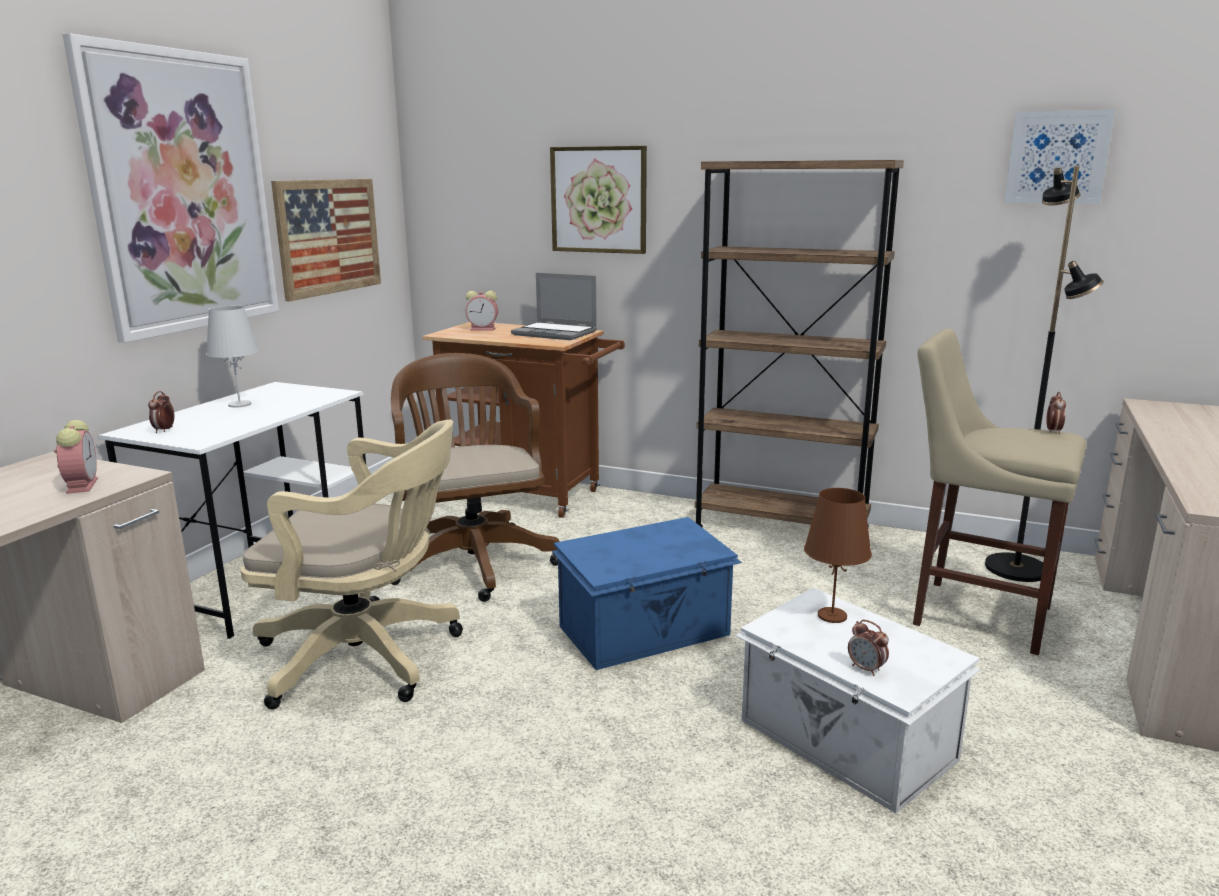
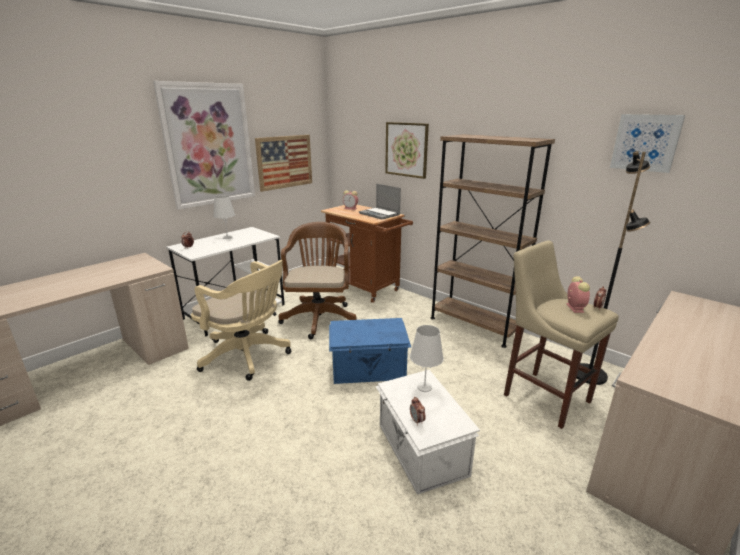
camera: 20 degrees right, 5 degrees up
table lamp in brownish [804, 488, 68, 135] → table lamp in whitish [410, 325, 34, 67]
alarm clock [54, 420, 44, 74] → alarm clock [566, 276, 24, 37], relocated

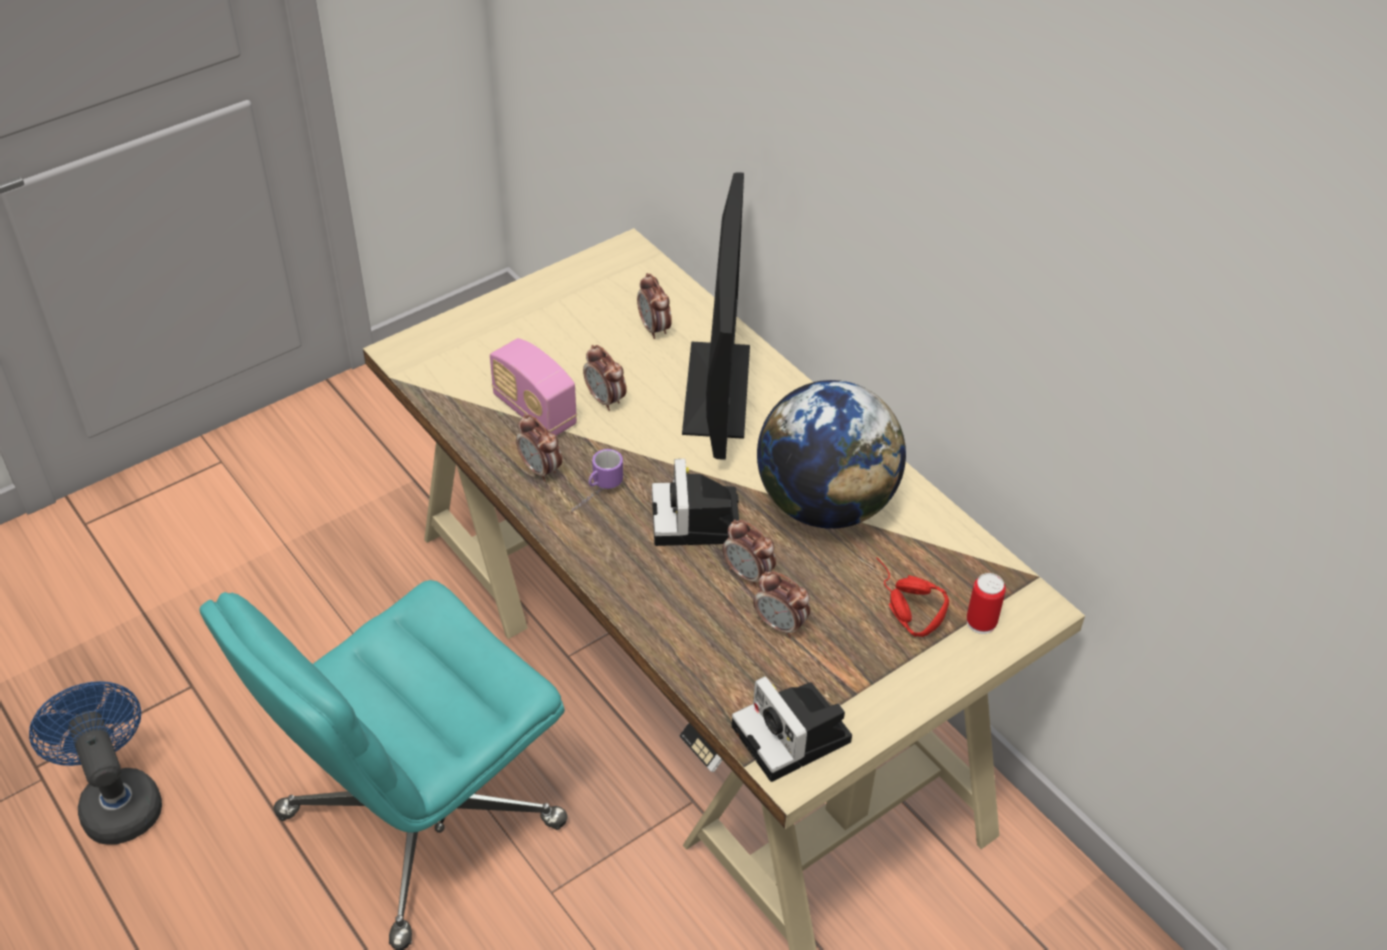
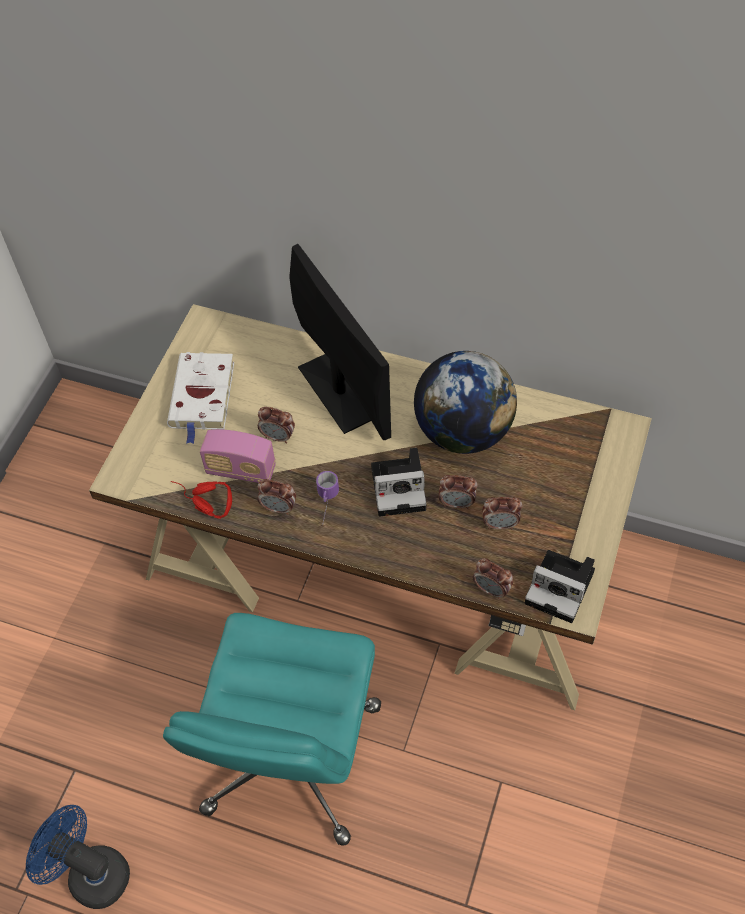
camera: 30 degrees left, 10 degrees up
- → book in whitish [167, 352, 67, 92]
pair of headphones in red-coloured [876, 557, 73, 80] → pair of headphones in red-coloured [171, 481, 61, 38], relocated
photo camera [652, 459, 87, 87] → photo camera [371, 448, 56, 69], 60 degrees counterclockwise
alarm clock [637, 273, 35, 66] → alarm clock [473, 558, 40, 41], relocated
metal can [966, 573, 40, 61] → -

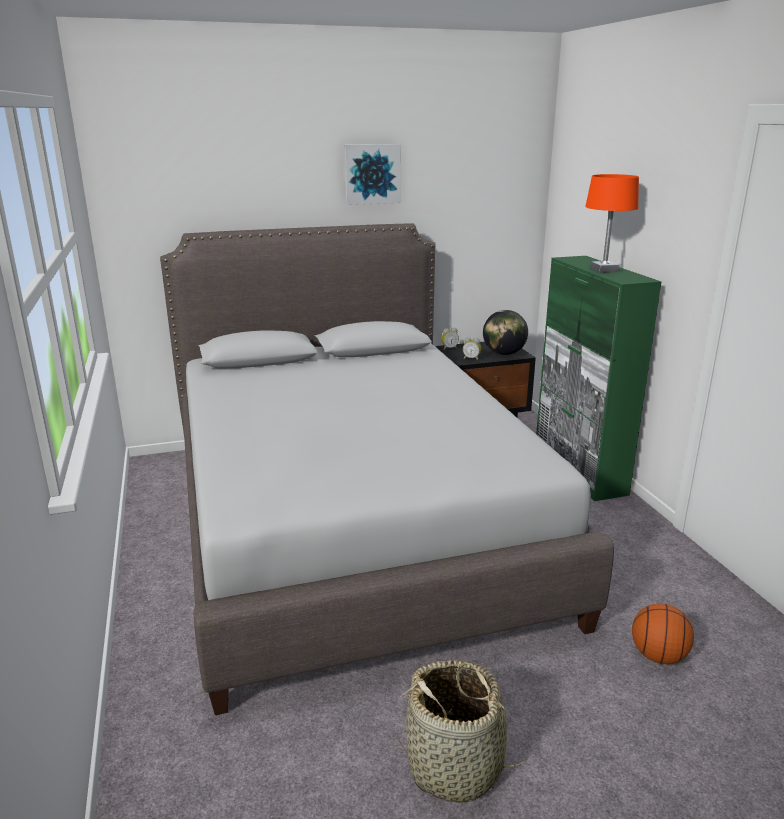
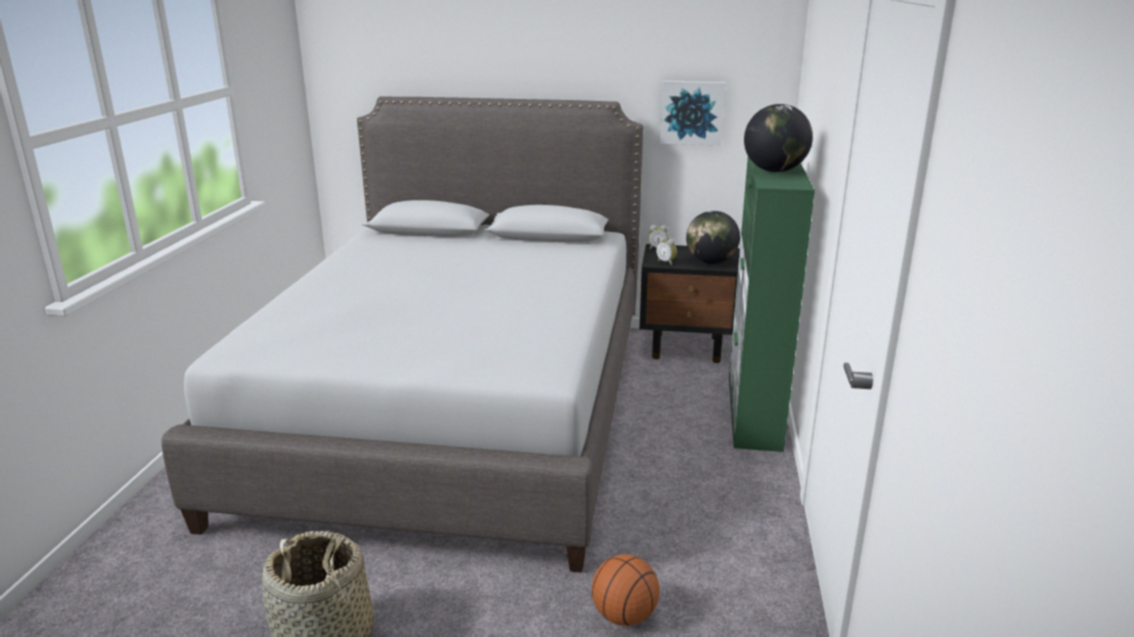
camera: 25 degrees right, 0 degrees up
wall picture [344, 144, 57, 61] → wall picture [660, 81, 66, 64], relocated
table lamp in orange-coloured [585, 174, 54, 99] → world globe [744, 104, 69, 68]

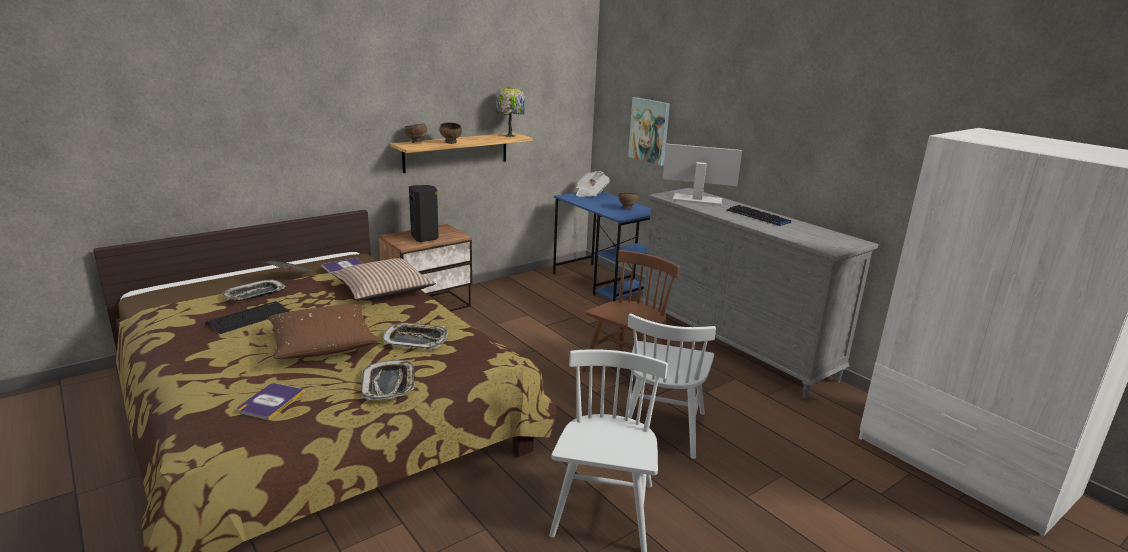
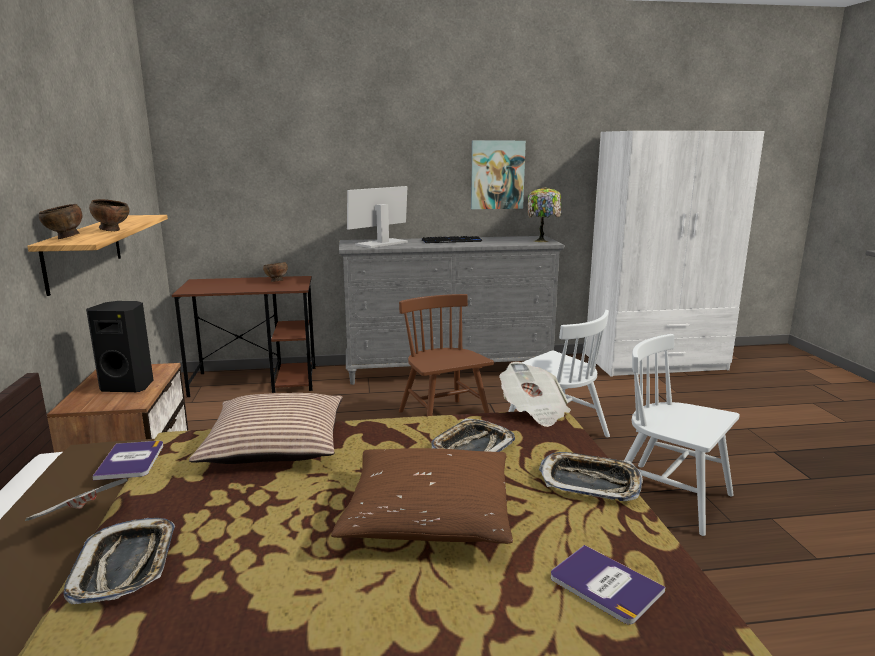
camera: 60 degrees left, 5 degrees down
desk table in blue-coloured [553, 191, 98, 110] → desk table in brownish [172, 276, 143, 121]
wall picture [628, 97, 42, 69] → wall picture [471, 141, 55, 68], relocated
newspaper [576, 171, 34, 26] → newspaper [499, 362, 72, 65], relocated
table lamp [495, 87, 30, 50] → table lamp [528, 187, 33, 55], relocated
keyboard [205, 301, 84, 33] → -

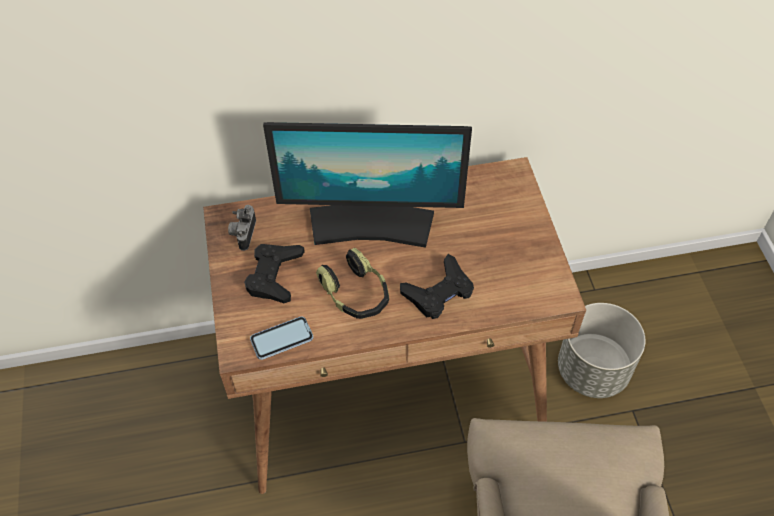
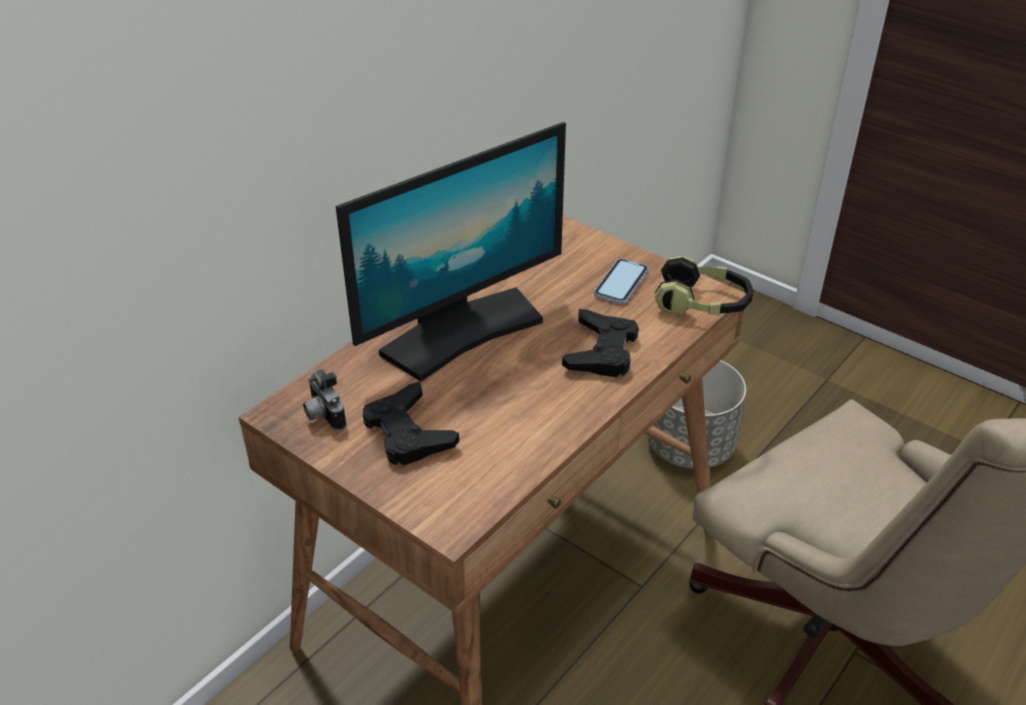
camera: 40 degrees left, 15 degrees down
handset [250, 317, 63, 43] → handset [594, 259, 54, 45], relocated
pair of headphones [316, 248, 73, 71] → pair of headphones [654, 255, 100, 61], relocated

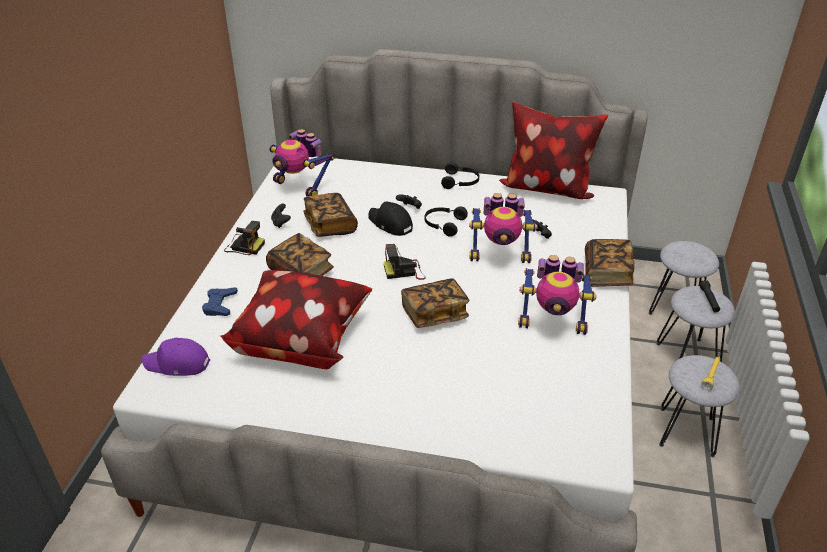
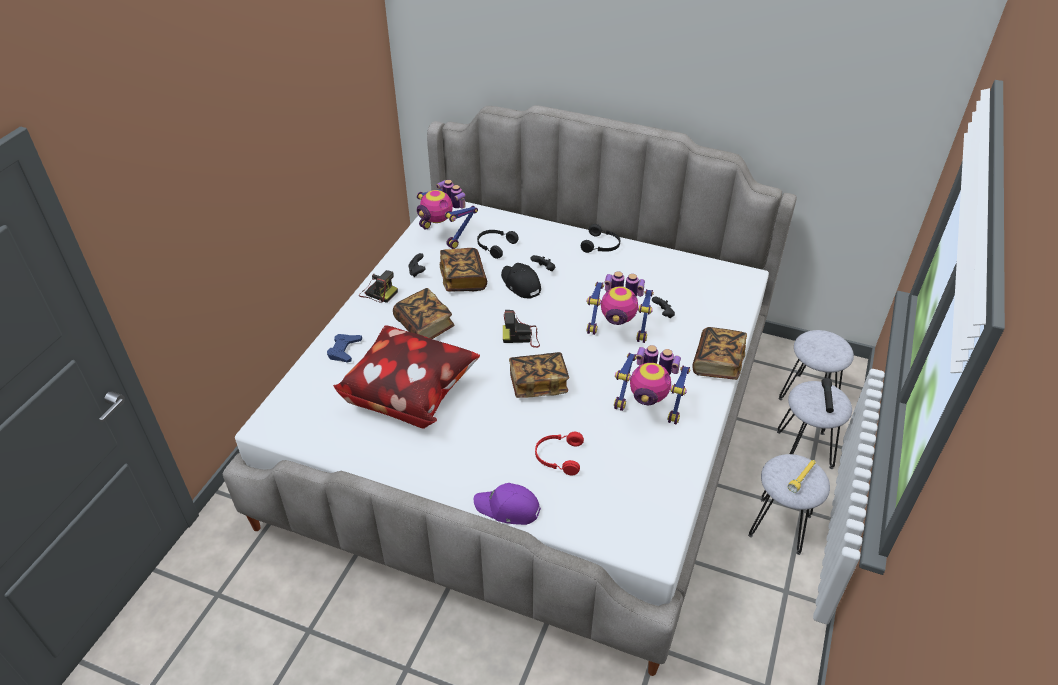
camera: 10 degrees right, 5 degrees up
cap in purplish [142, 338, 68, 38] → cap in purplish [474, 483, 67, 42], relocated
pair of headphones in black [425, 206, 43, 31] → pair of headphones in black [477, 230, 42, 29], relocated
- → pair of headphones in red-coloured [535, 432, 49, 43]
throw pillow [499, 102, 109, 97] → -

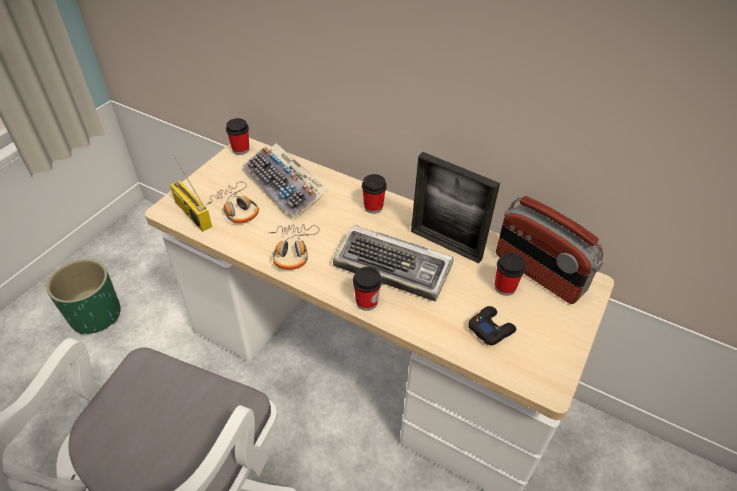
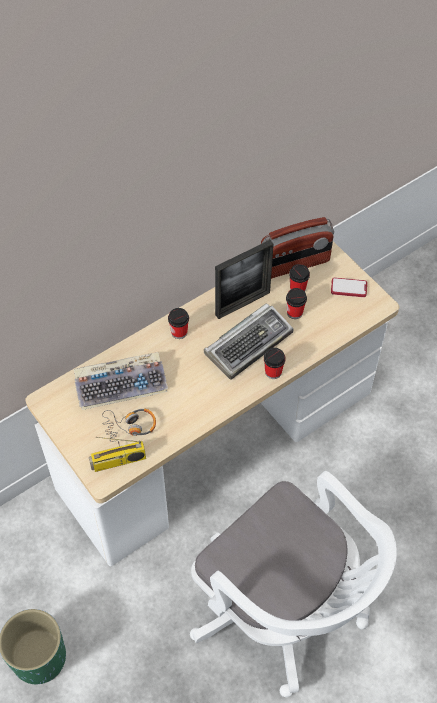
camera: 65 degrees left, 10 degrees up
small cup [226, 118, 23, 37] → small cup [286, 288, 21, 31], relocated
- → handset [331, 277, 36, 20]
pair of headphones [268, 224, 51, 46] → -
game controller in black [468, 306, 48, 39] → -

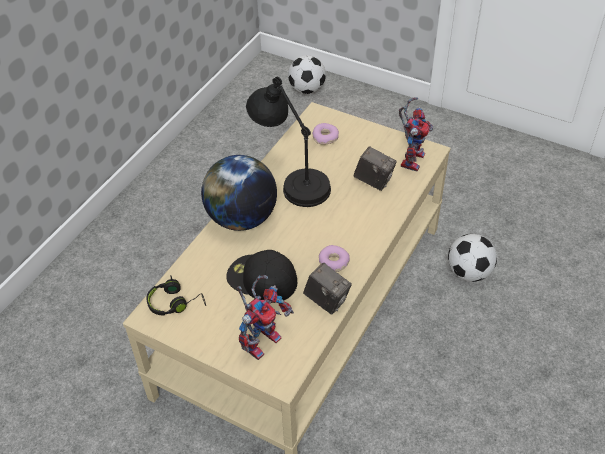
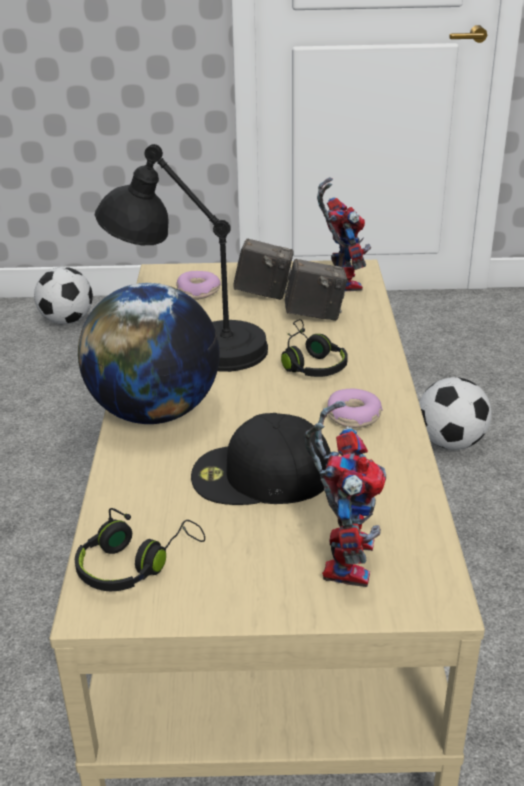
camera: 30 degrees left, 15 degrees down
photo camera [303, 263, 49, 52] → photo camera [233, 238, 61, 62], relocated
- → pair of headphones in black [281, 319, 67, 58]

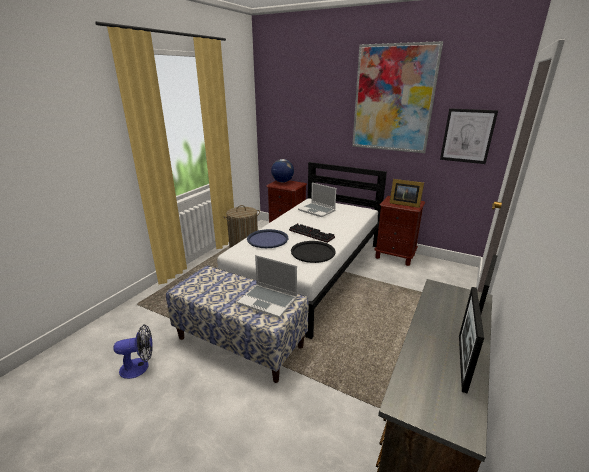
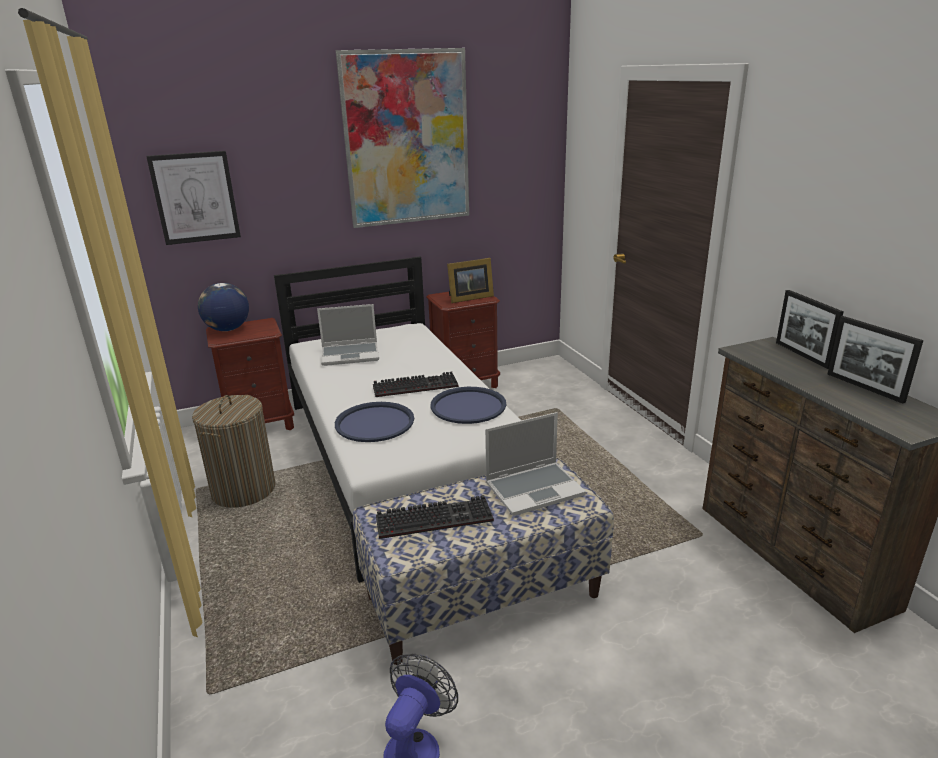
camera: 50 degrees left, 0 degrees up
wall picture [440, 108, 58, 56] → wall picture [146, 151, 95, 94], relocated
- → keyboard [376, 495, 118, 44]
serving tray in black [291, 241, 45, 22] → serving tray in blue-coloured [430, 387, 76, 37]

